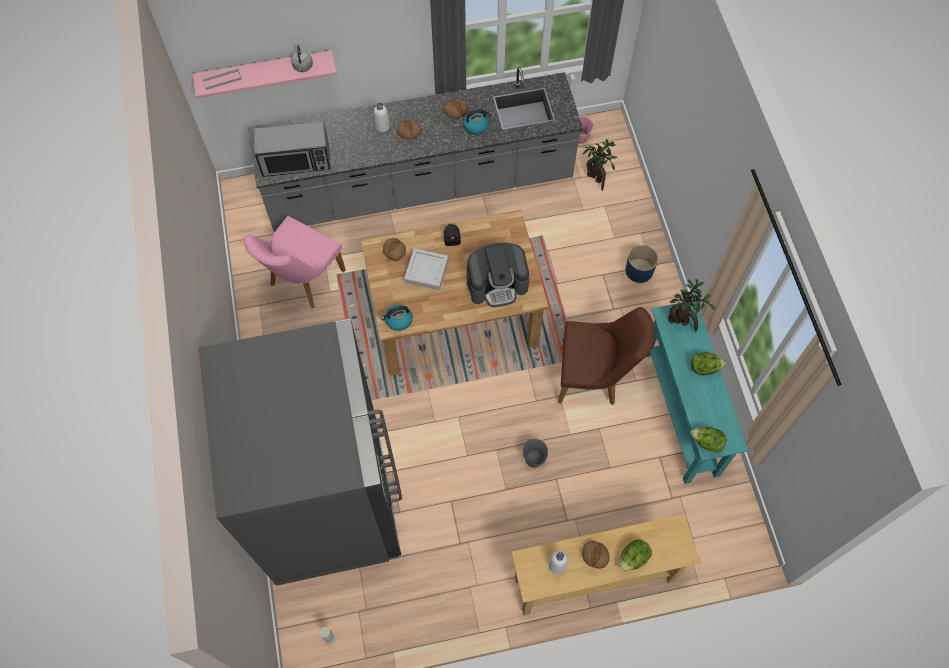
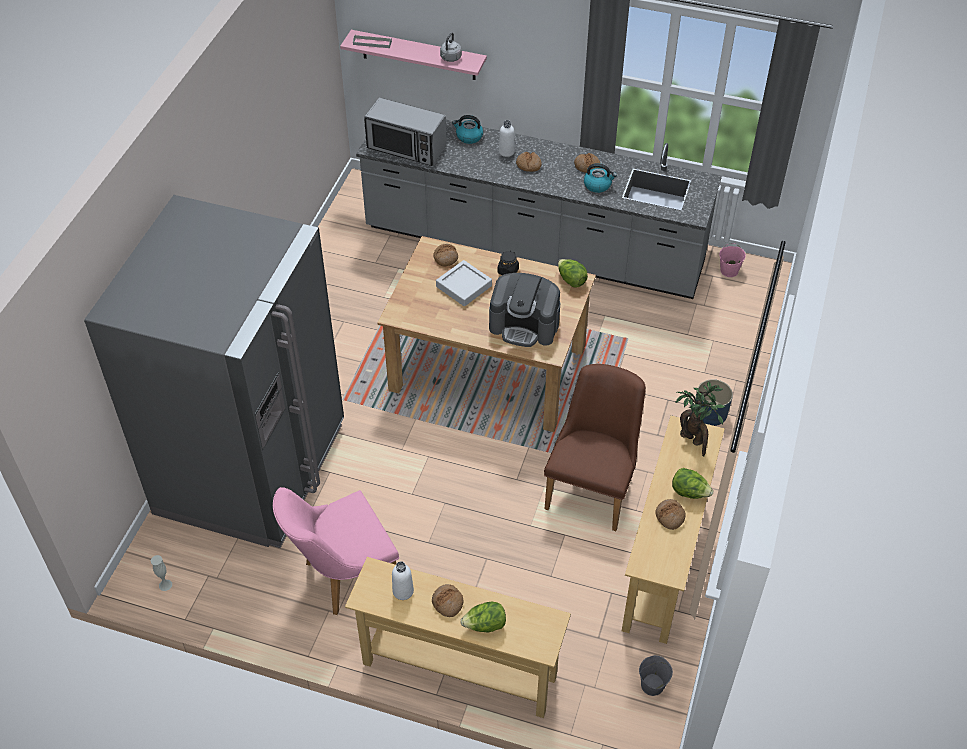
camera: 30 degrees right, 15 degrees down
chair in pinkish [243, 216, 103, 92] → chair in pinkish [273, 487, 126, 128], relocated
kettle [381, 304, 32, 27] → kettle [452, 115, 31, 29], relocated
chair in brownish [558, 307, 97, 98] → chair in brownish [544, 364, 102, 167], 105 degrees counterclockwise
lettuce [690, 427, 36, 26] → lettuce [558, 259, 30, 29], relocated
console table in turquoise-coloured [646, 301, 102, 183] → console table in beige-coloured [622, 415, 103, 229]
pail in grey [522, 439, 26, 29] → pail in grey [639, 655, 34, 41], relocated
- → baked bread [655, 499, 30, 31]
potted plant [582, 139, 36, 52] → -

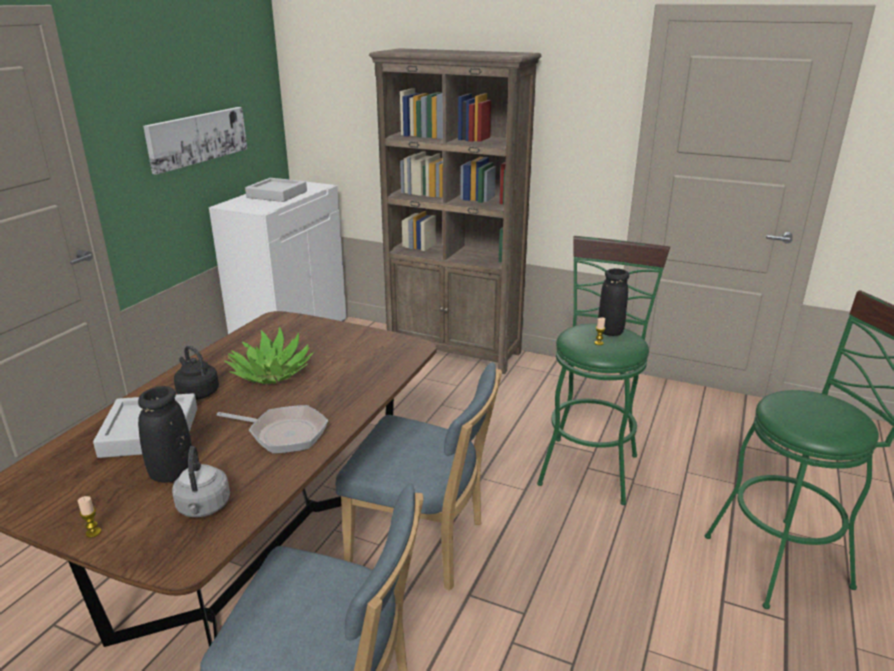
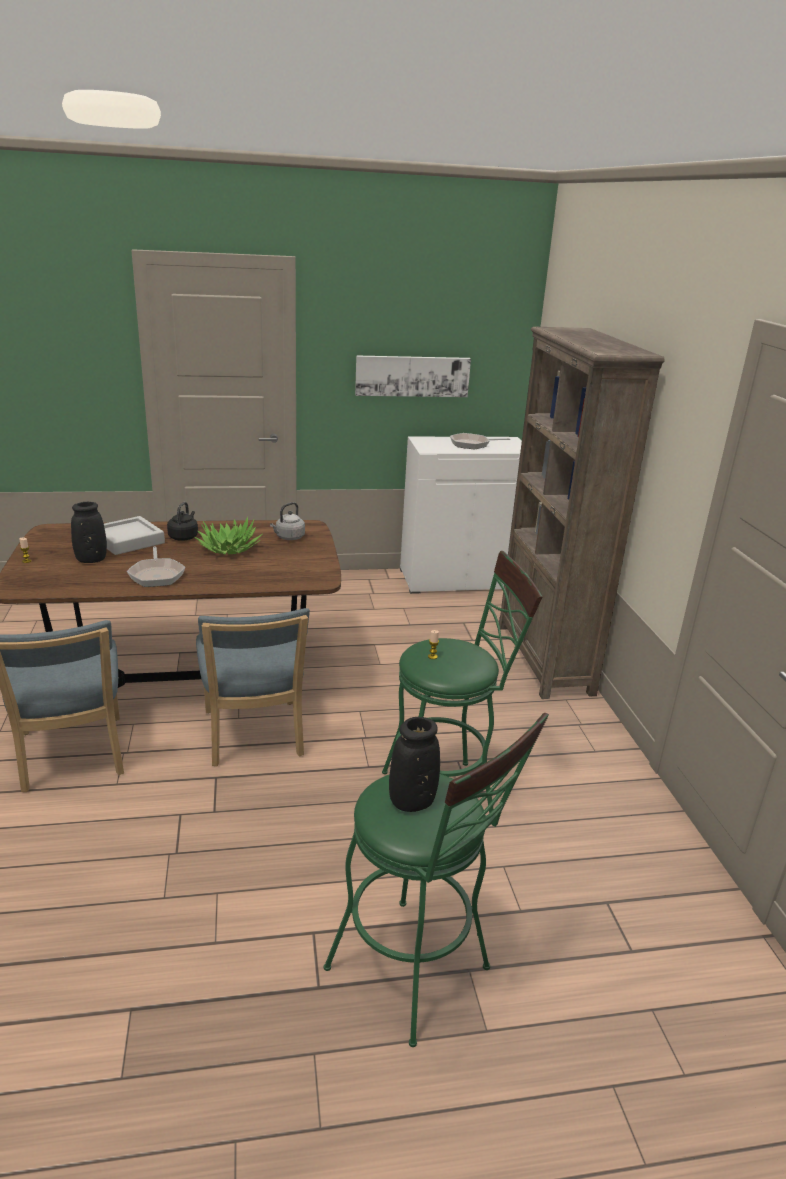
camera: 55 degrees right, 0 degrees up
kettle in grey [172, 446, 58, 71] → kettle in grey [270, 502, 35, 38], relocated
vase in black [598, 268, 31, 68] → vase in black [389, 717, 51, 95], relocated
serving tray in grey [245, 178, 62, 24] → pan [450, 433, 60, 17]

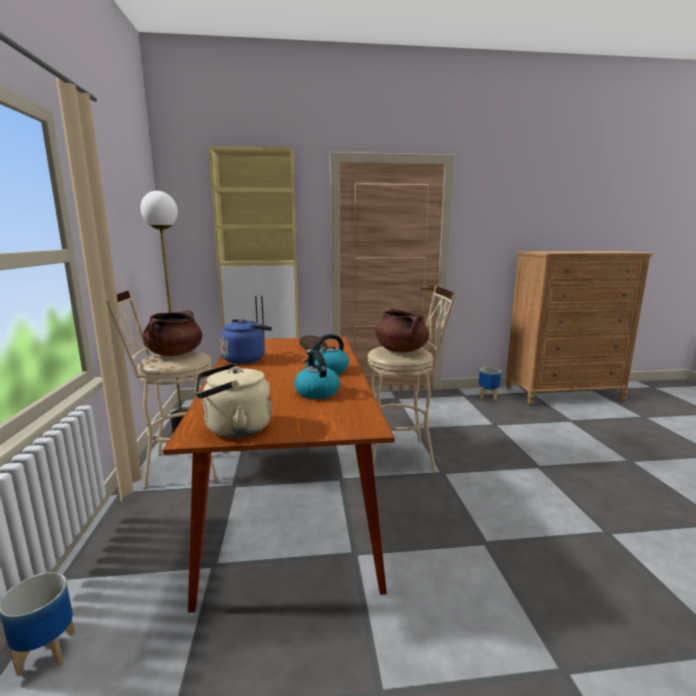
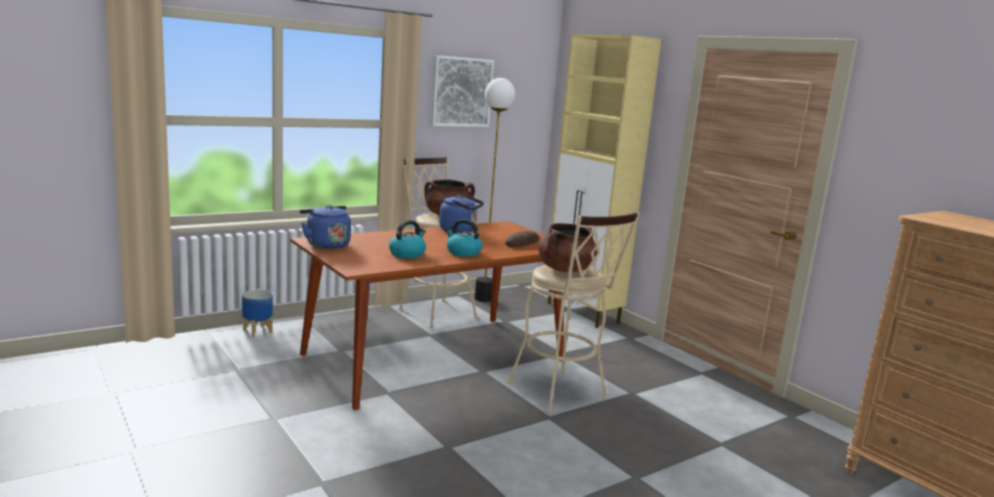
camera: 60 degrees right, 0 degrees up
kettle in beige-coloured [195, 363, 77, 75] → kettle in blue-coloured [300, 205, 51, 44]
- → wall picture [431, 55, 63, 72]
planter [479, 367, 23, 33] → -

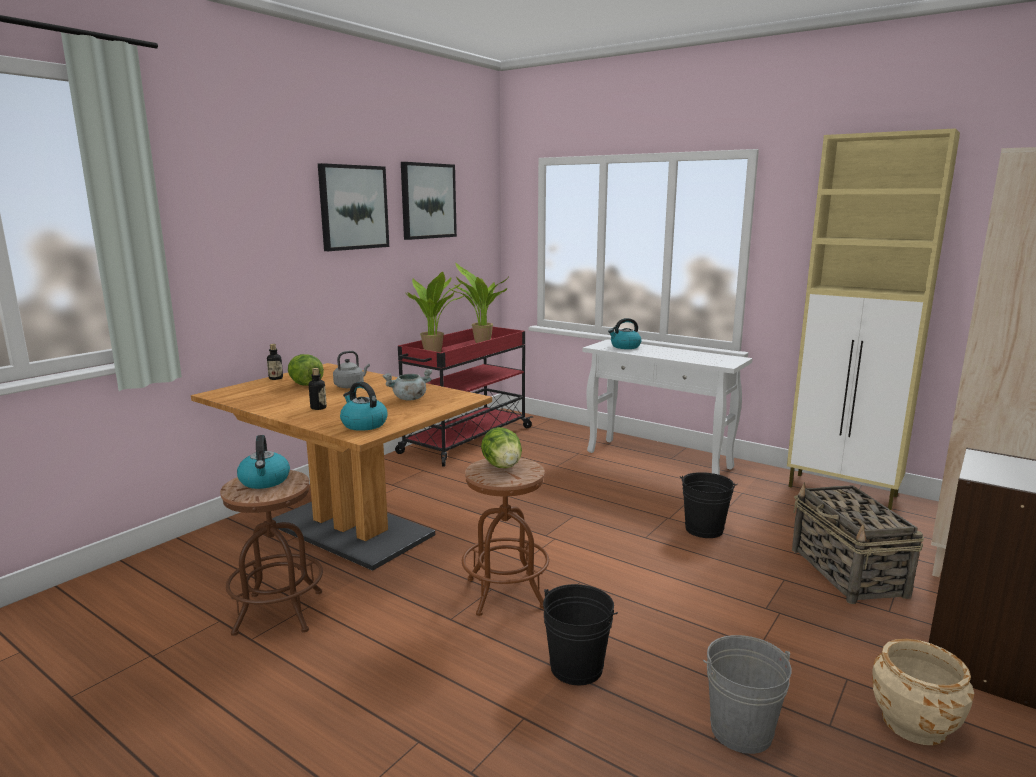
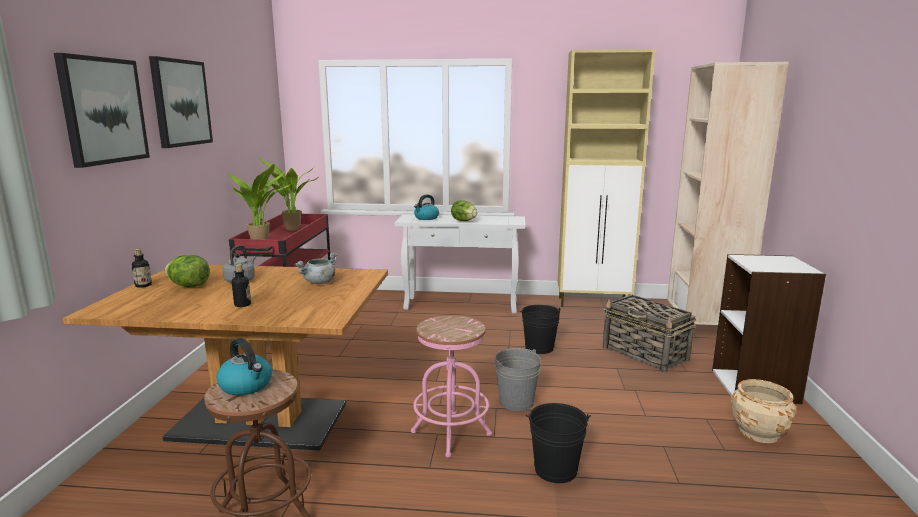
camera: 30 degrees left, 0 degrees up
wall picture [401, 162, 56, 78] → wall picture [54, 53, 96, 115], relocated
stool in brownish [462, 458, 87, 158] → stool in pinkish [411, 315, 81, 143]
lettuce [481, 427, 41, 41] → lettuce [451, 200, 26, 21], relocated
pail in grey [703, 635, 89, 119] → pail in grey [495, 348, 46, 63], relocated
kettle [340, 382, 47, 49] → -

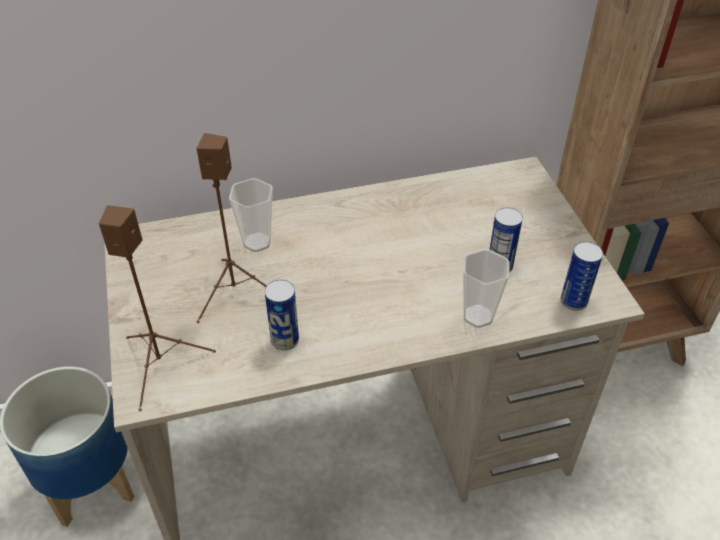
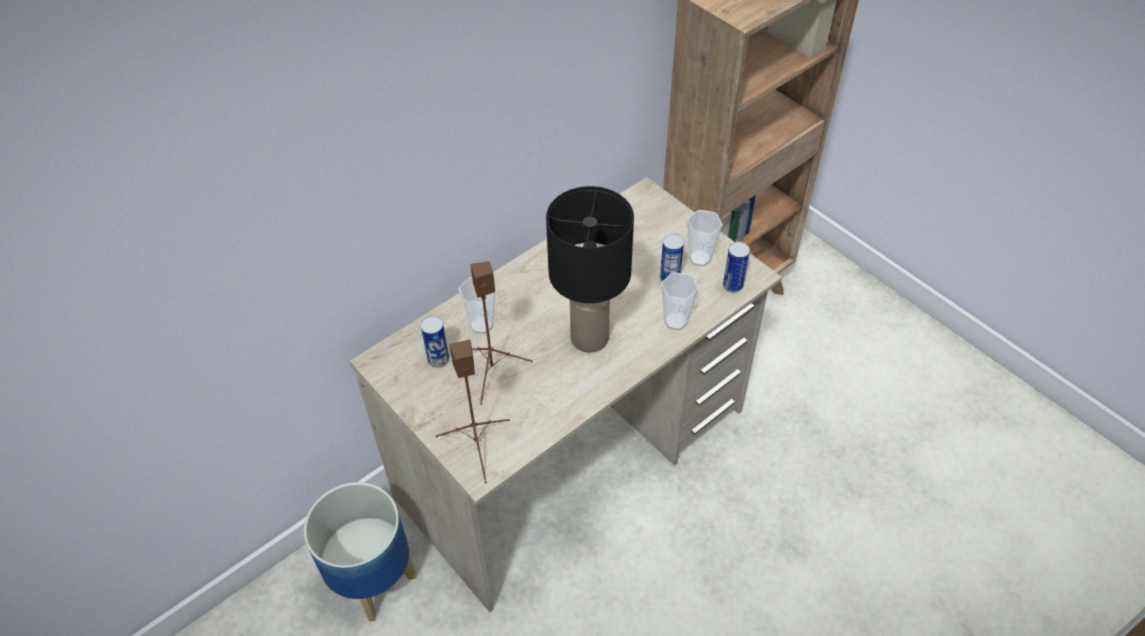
camera: 25 degrees left, 5 degrees up
metal can [265, 280, 34, 70] → metal can [421, 316, 28, 52], relocated
- → table lamp in black [546, 186, 88, 167]
- → small cup [687, 210, 36, 56]

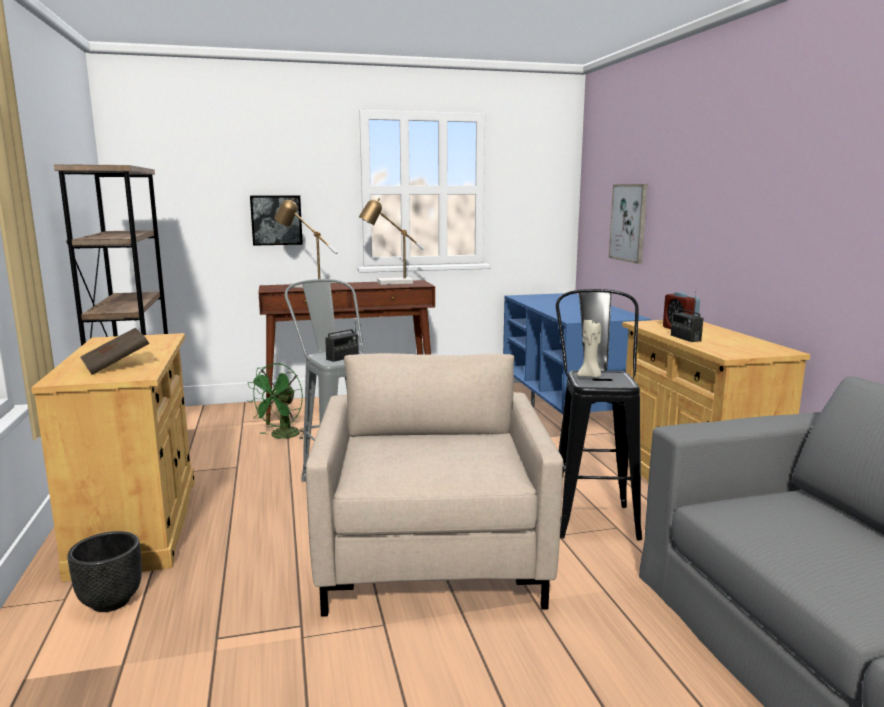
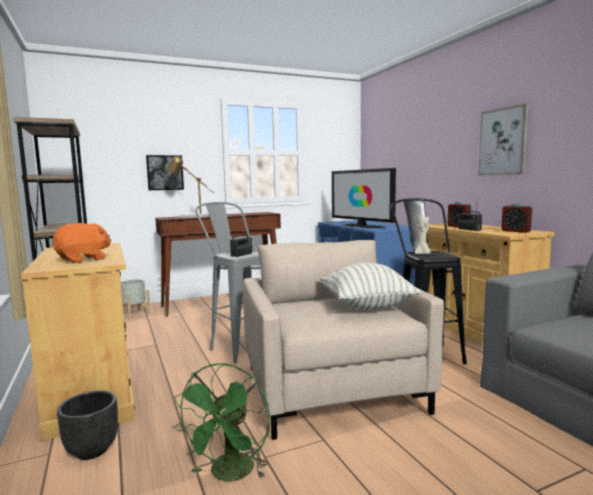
camera: 10 degrees left, 5 degrees down
book in brownish [80, 328, 69, 47] → cuddly toy in orange-coloured [52, 223, 59, 40]
- → planter in grey [121, 279, 30, 40]
fan in green-coloured [246, 363, 58, 76] → fan in green-coloured [173, 363, 97, 118], relocated
- → throw pillow [320, 263, 100, 47]
- → TV [332, 168, 64, 60]
wall picture [609, 184, 39, 80] → wall picture [478, 103, 51, 73], relocated
- → alarm clock [501, 203, 32, 30]
table lamp [359, 198, 66, 87] → -

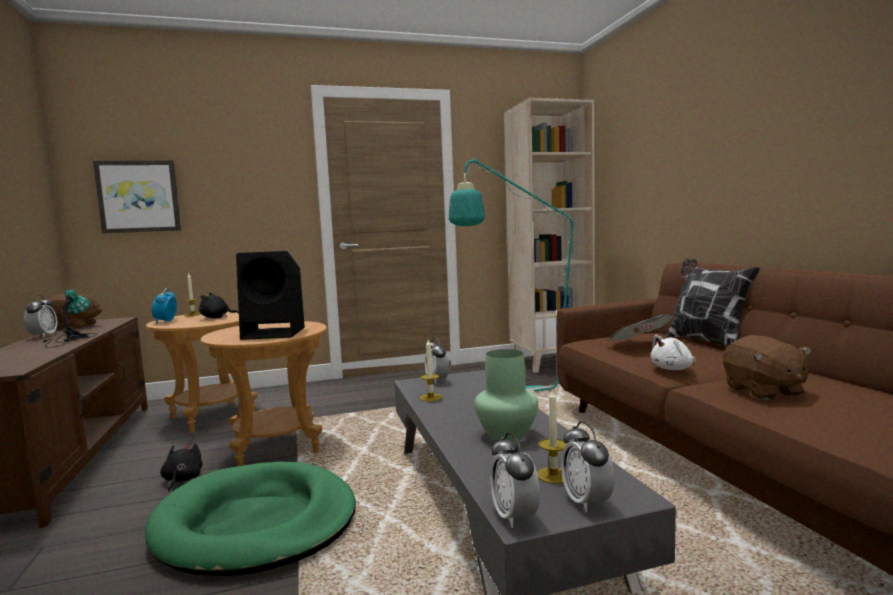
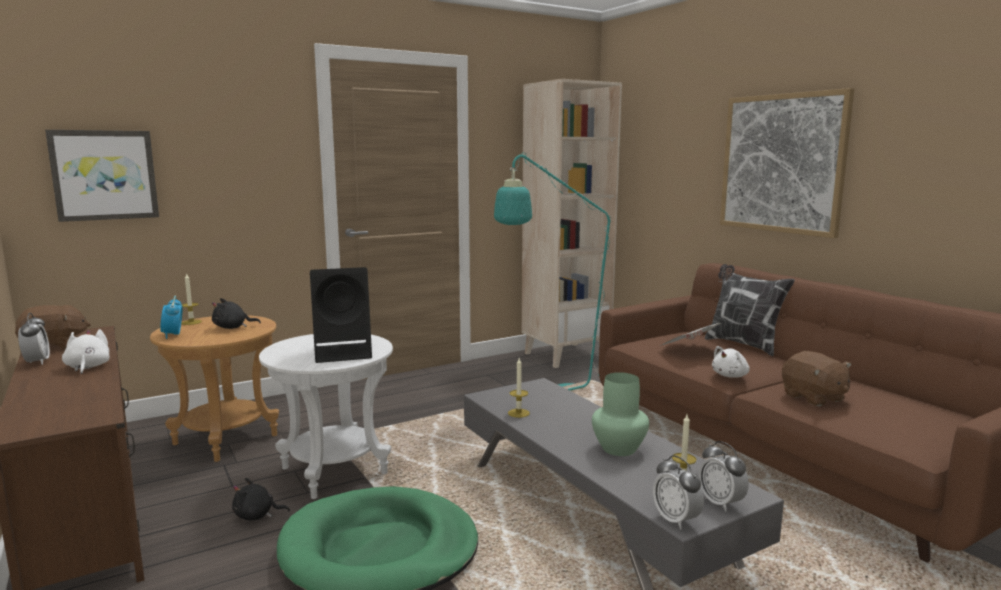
camera: 15 degrees left, 5 degrees up
table lamp [43, 290, 54, 58] → cuddly toy in whitish [62, 329, 48, 45]
cuddly toy in black [160, 443, 43, 49] → cuddly toy in black [232, 478, 58, 43], 75 degrees counterclockwise
accent table in brownish [201, 321, 126, 145] → accent table in whitish [259, 334, 134, 165]
- → wall picture [720, 88, 134, 150]
alarm clock [425, 337, 24, 47] → -

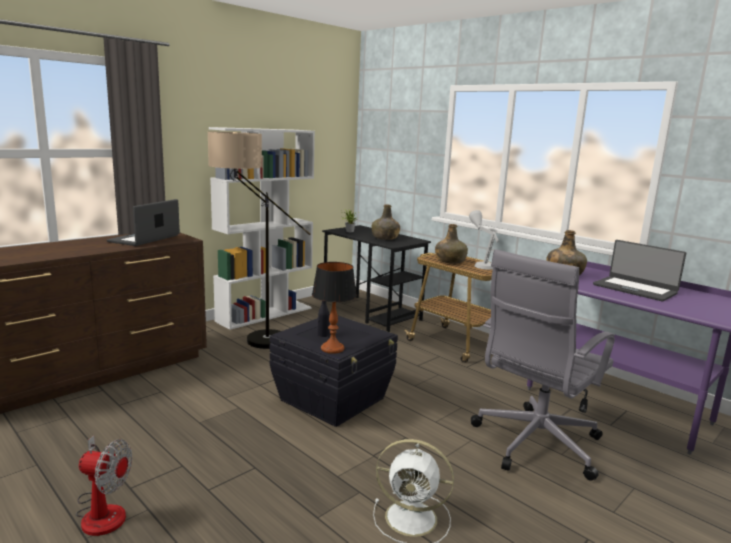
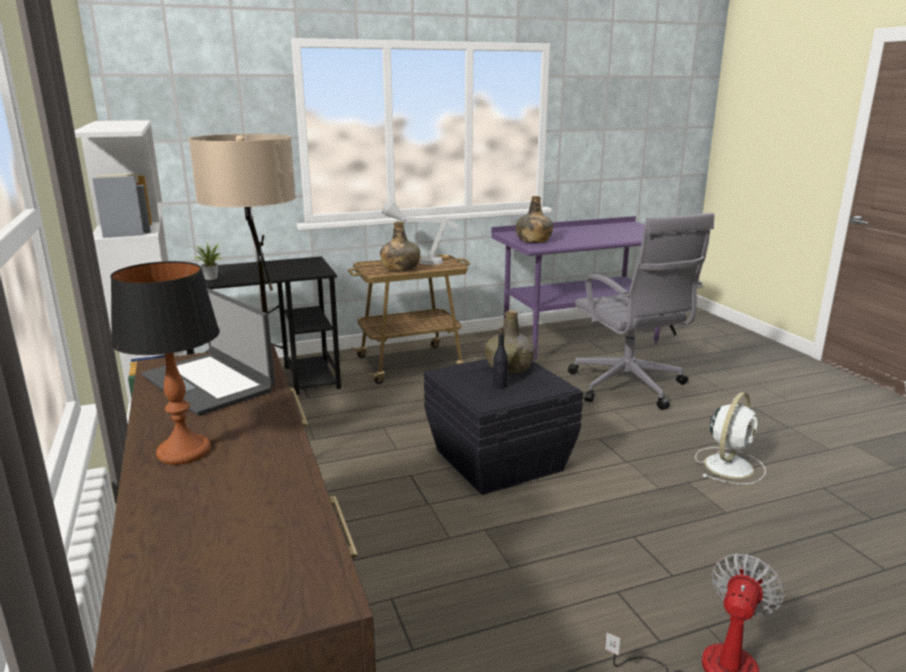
camera: 65 degrees left, 5 degrees up
table lamp [312, 262, 45, 92] → table lamp [110, 261, 110, 204], relocated
bottle in green-coloured [372, 204, 28, 36] → bottle in green-coloured [485, 310, 50, 64], relocated
portable computer [593, 240, 93, 62] → -

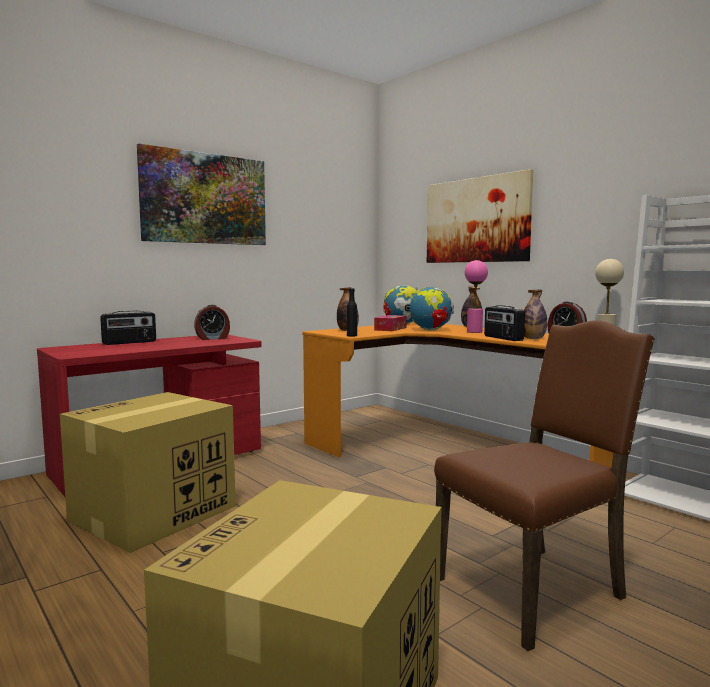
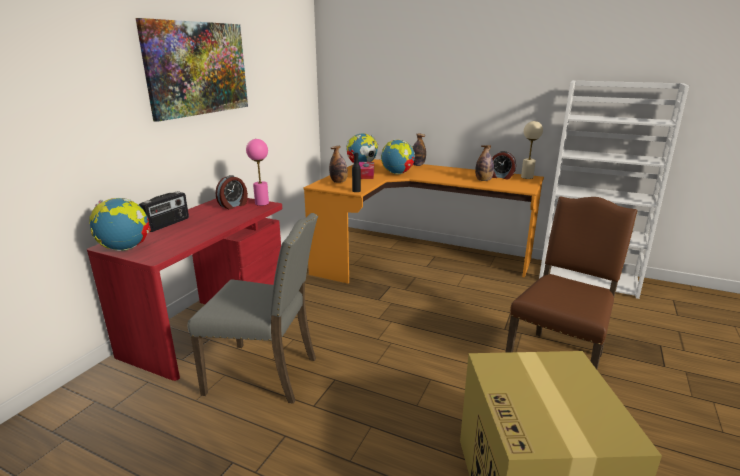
camera: 25 degrees left, 15 degrees up
- → world globe [89, 198, 62, 53]
cardboard box [60, 392, 176, 161] → chair in grey [187, 213, 131, 191]
table lamp in pinkish [464, 260, 24, 73] → table lamp in pinkish [246, 139, 23, 67], relocated
wall picture [427, 169, 106, 94] → -
radio receiver [484, 305, 41, 36] → -

